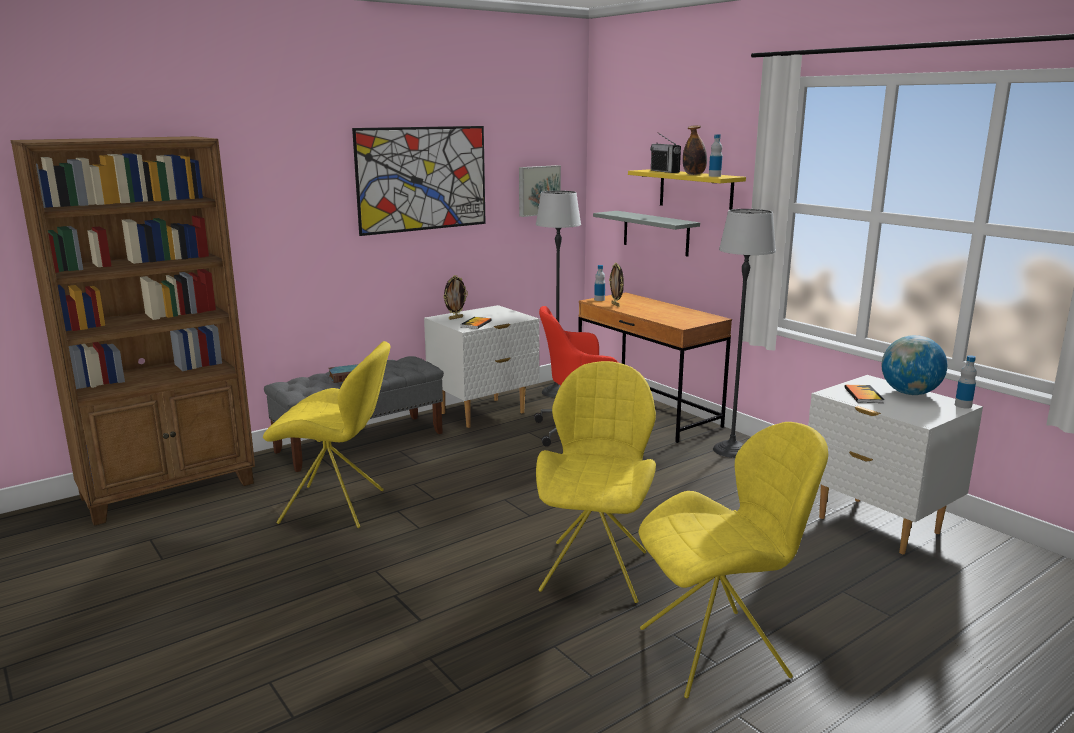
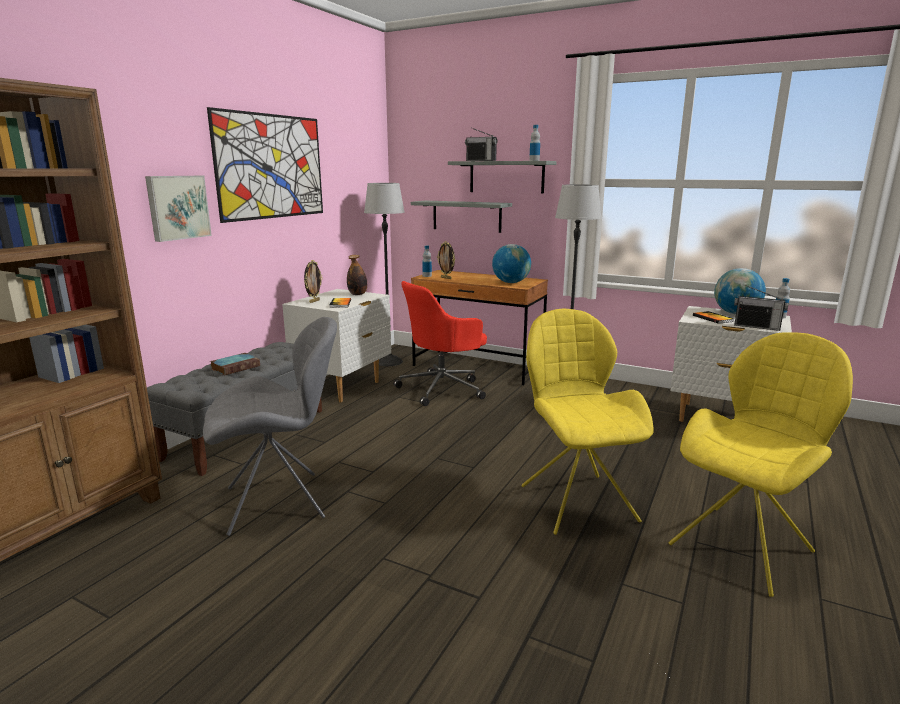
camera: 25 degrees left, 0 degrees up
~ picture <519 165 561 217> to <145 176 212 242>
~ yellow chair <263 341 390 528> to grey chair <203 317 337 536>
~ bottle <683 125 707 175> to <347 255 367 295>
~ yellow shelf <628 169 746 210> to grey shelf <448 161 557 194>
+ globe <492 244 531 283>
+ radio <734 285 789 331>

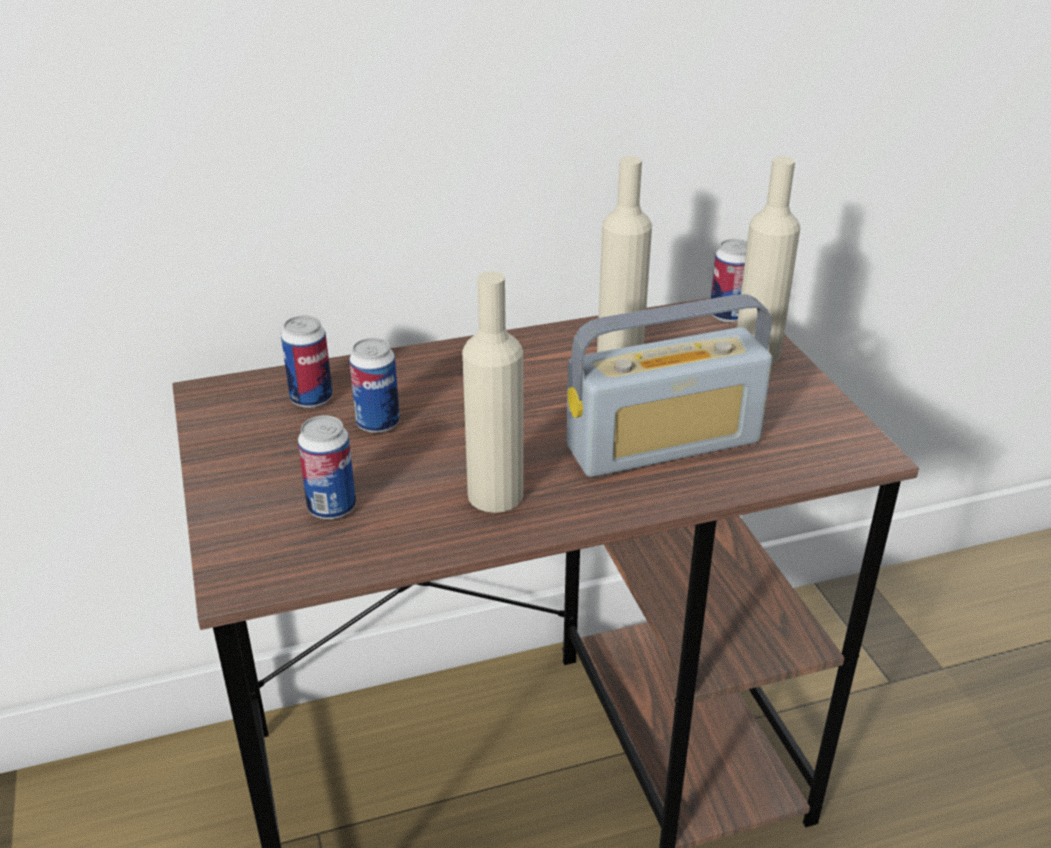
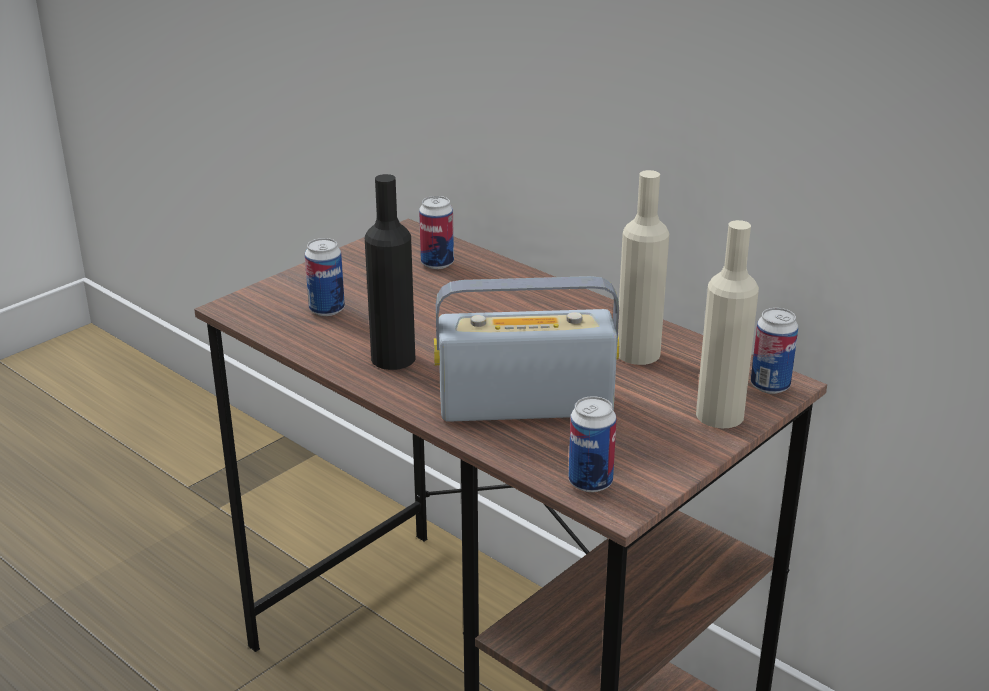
camera: 60 degrees right, 5 degrees down
~ beige bottle <462 271 523 513> to black bottle <365 174 415 370>
~ radio <566 294 772 477> = <434 276 619 422> 135 degrees clockwise
~ can <349 338 400 433> to <569 396 617 492>

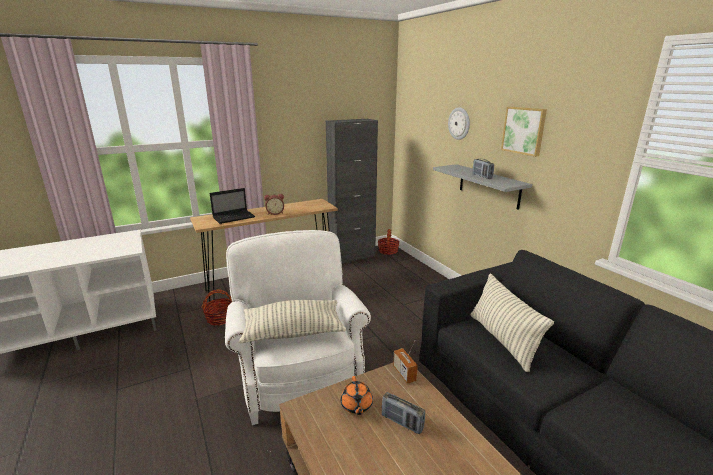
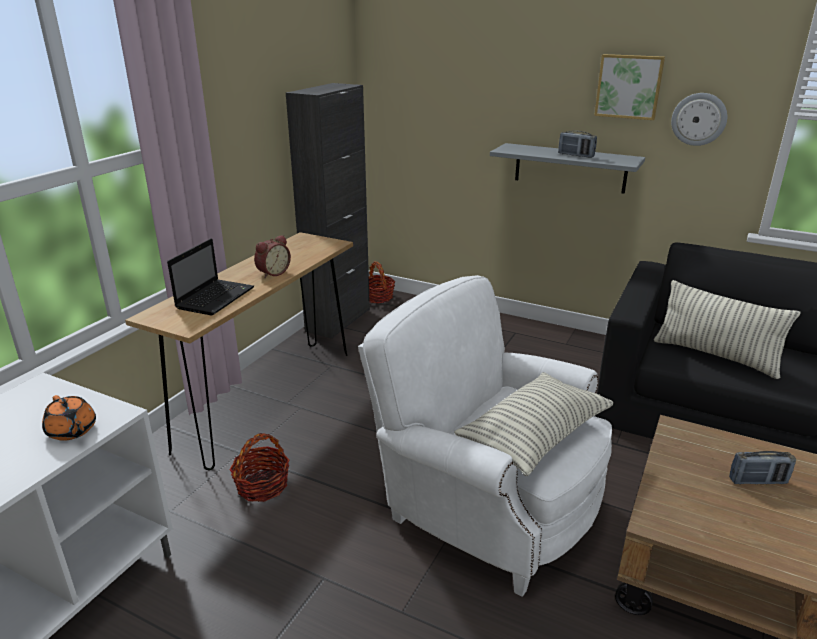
camera: 35 degrees left, 5 degrees up
~ orange teapot <341 376 373 415> to <42 395 96 441>
~ wall clock <448 107 470 140> to <671 93 727 146>
- radio <393 341 418 384>

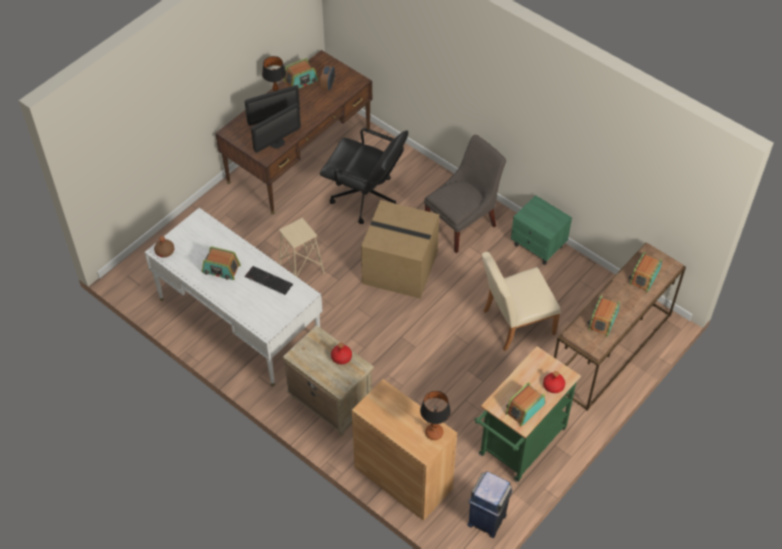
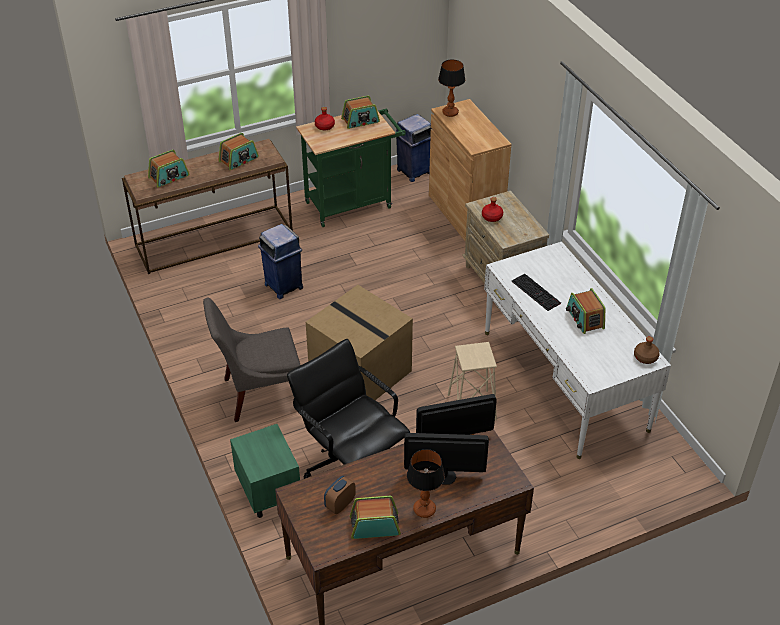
camera: 155 degrees left, 10 degrees down
~ green nightstand <511 195 572 265> to <230 424 300 518>
~ beige chair <482 252 561 351> to blue trash can <258 224 303 299>
~ radio <202 246 241 280> = <566 288 605 334> 150 degrees counterclockwise

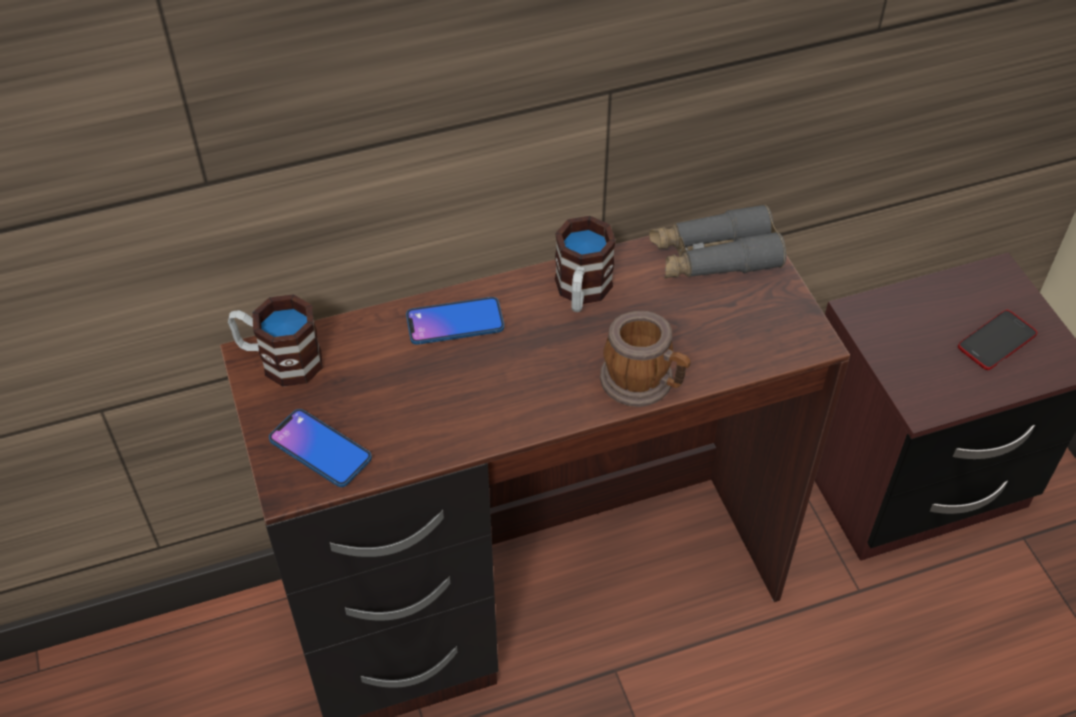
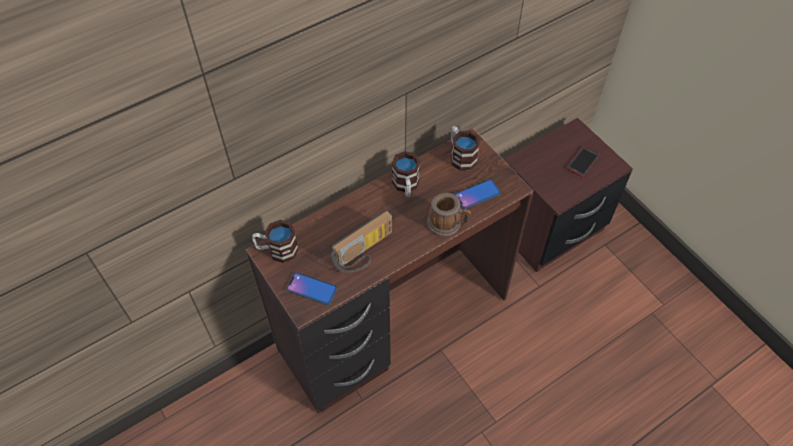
camera: 15 degrees left, 5 degrees up
+ radio <331 211 392 273>
~ grey binoculars <649 204 786 278> to mug <451 126 480 171>
~ phone <406 297 504 345> to <454 179 501 209>

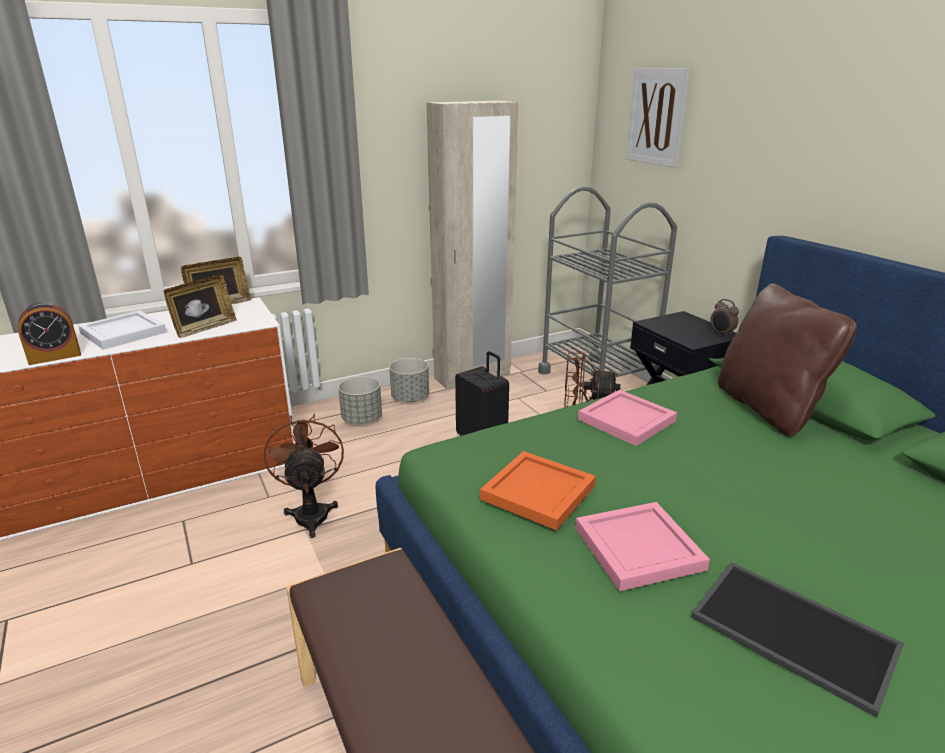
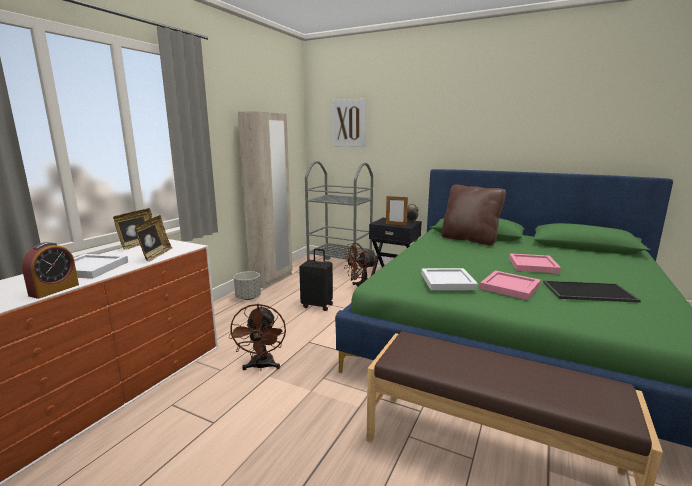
camera: 35 degrees left, 10 degrees down
~ brown fan <264 414 344 538> = <228 304 286 371> 135 degrees counterclockwise
+ picture frame <386 196 408 225>
~ orange tray <480 451 596 530> to white tray <421 268 478 290>
~ pink tray <578 390 677 446> to <509 253 561 273>
- grey planter <338 376 382 424>

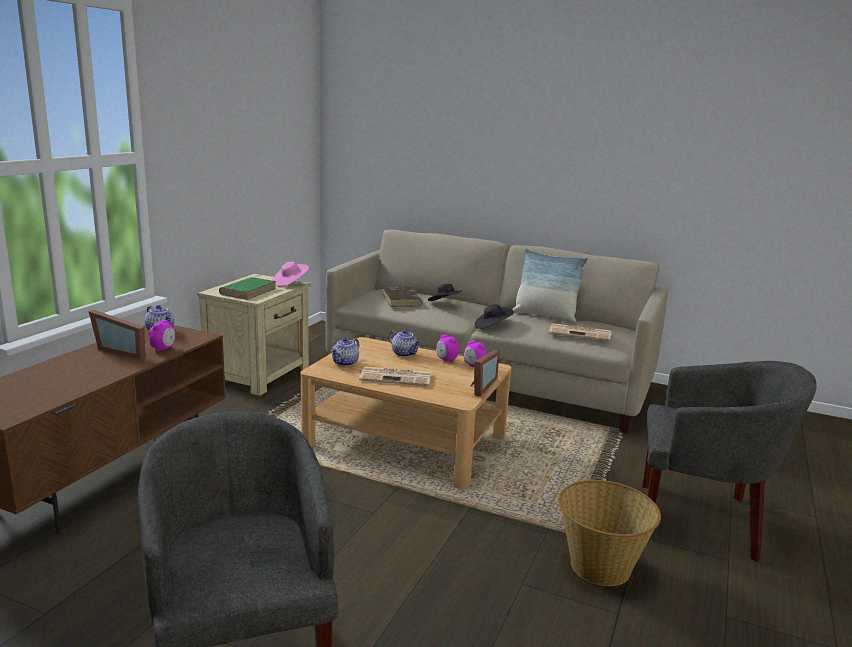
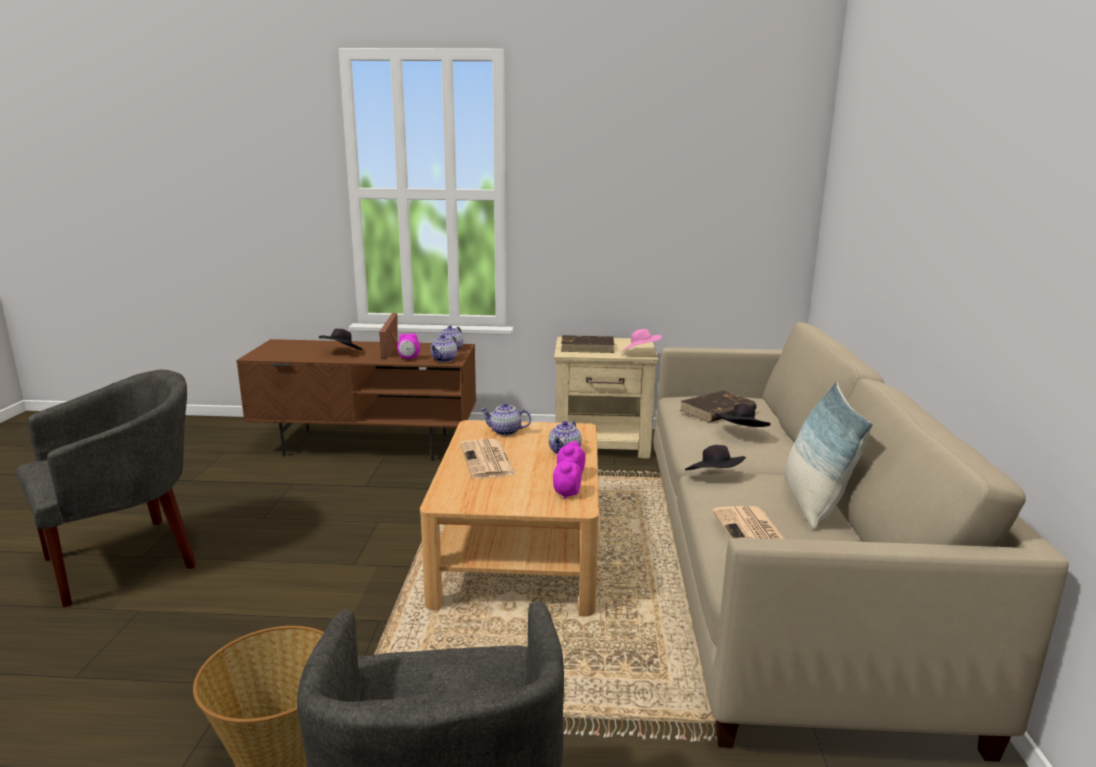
camera: 70 degrees right, 0 degrees up
+ black hat <318 329 363 350>
+ teapot <430 335 457 362>
~ green book <219 277 277 300> to brown book <561 335 614 353>
- picture frame <471 350 500 397>

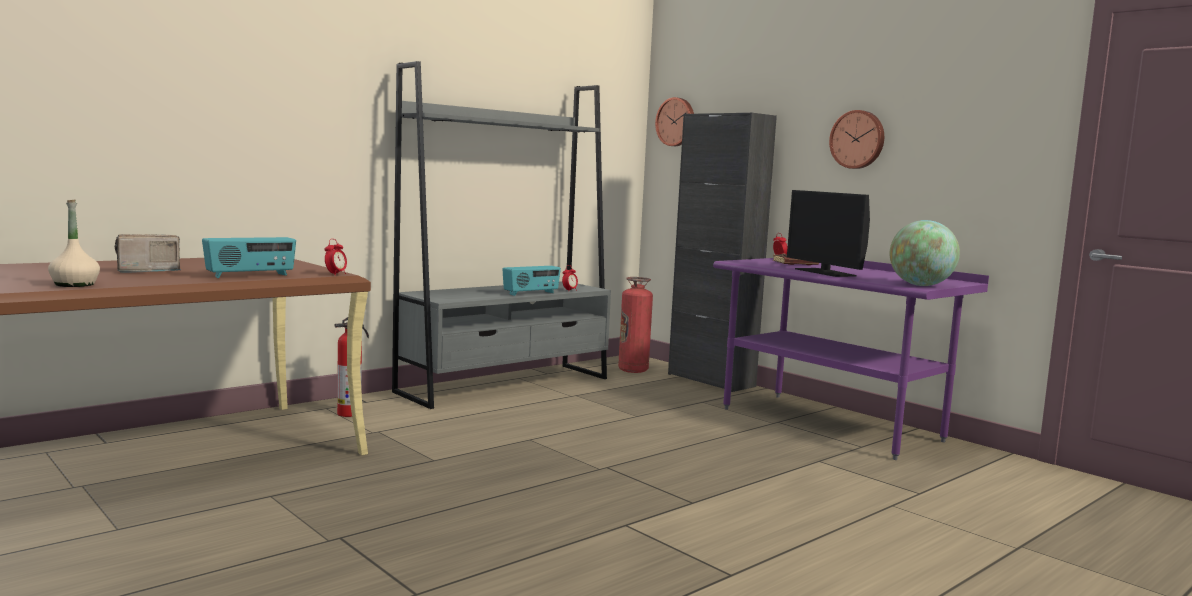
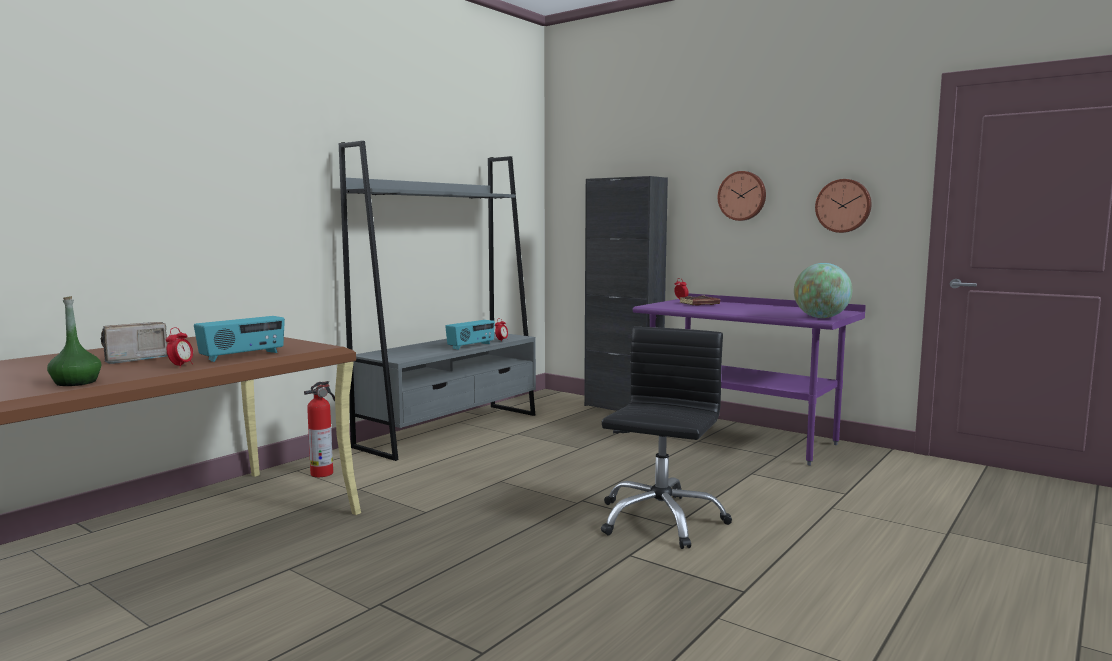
camera: 10 degrees left, 0 degrees up
~ beige bottle <48 199 100 287> to green bottle <47 296 101 386>
~ alarm clock <324 239 347 275> to <166 327 193 368>
+ black office chair <601 327 732 549>
~ wall clock <655 97 694 146> to <815 179 872 233>
- fire extinguisher <618 277 653 373>
- monitor <787 190 870 277>

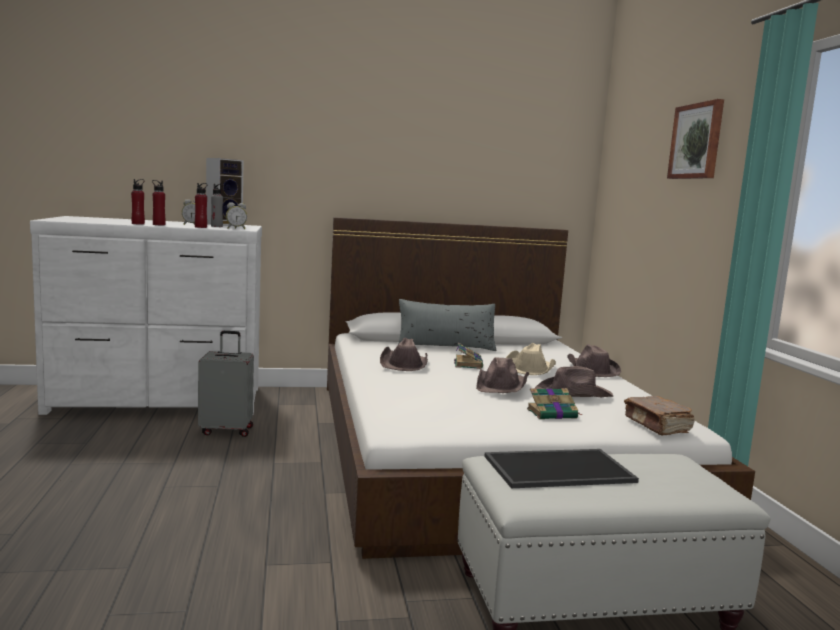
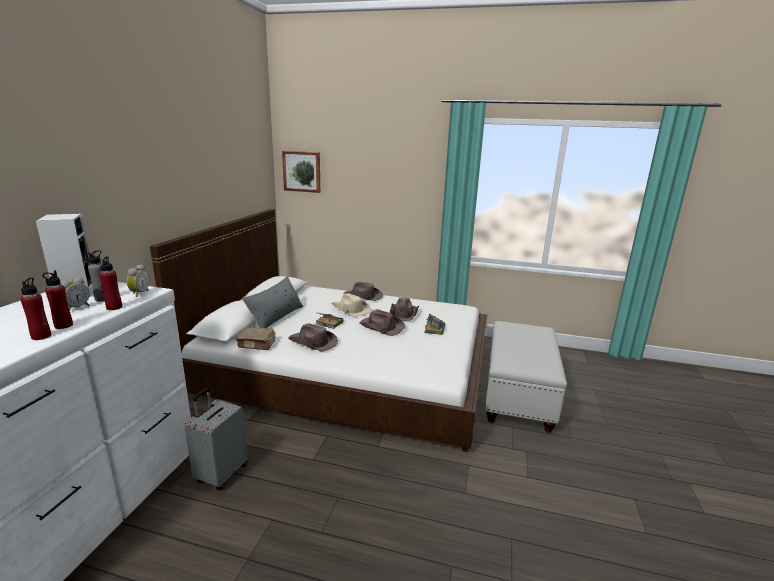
camera: 65 degrees left, 10 degrees up
~ brown book <624 396 695 436> to <236 327 276 350>
~ picture <667 99 724 179> to <282 151 320 193>
- tray <484 449 639 488>

